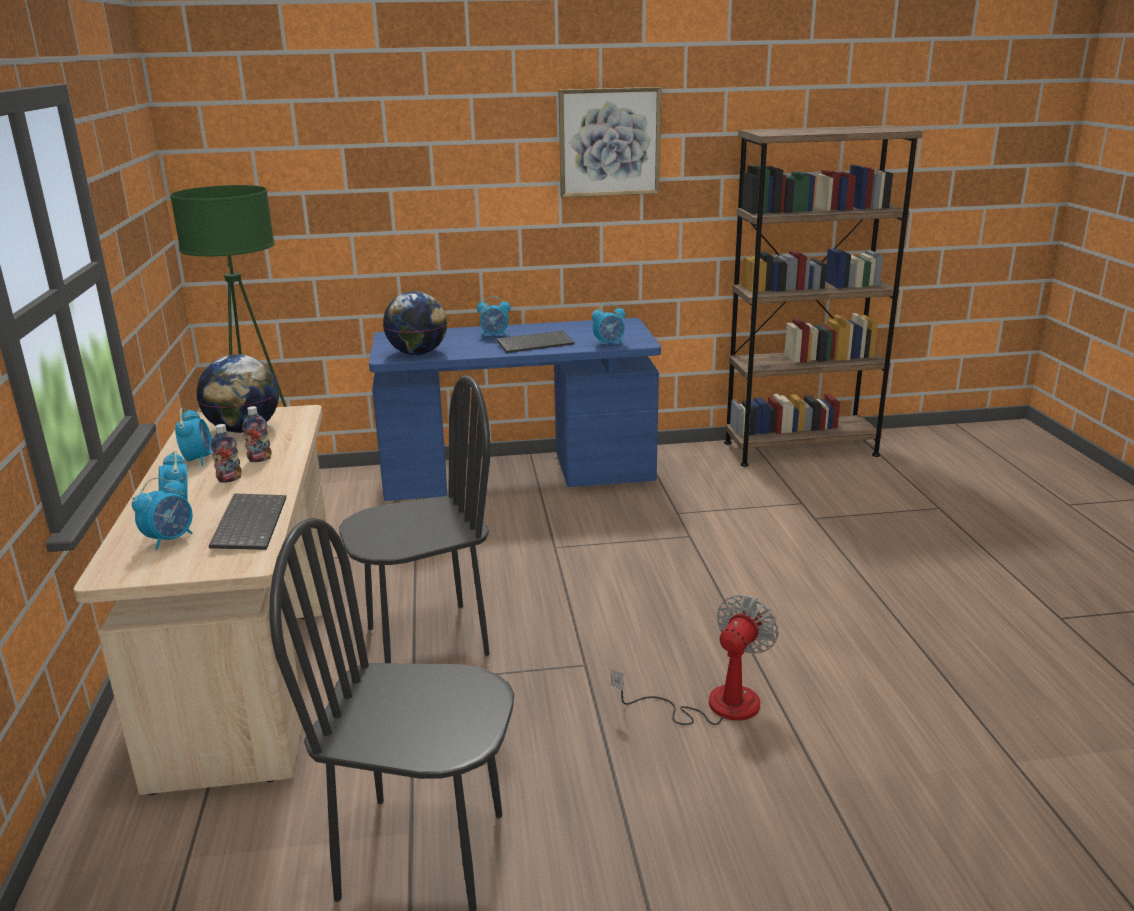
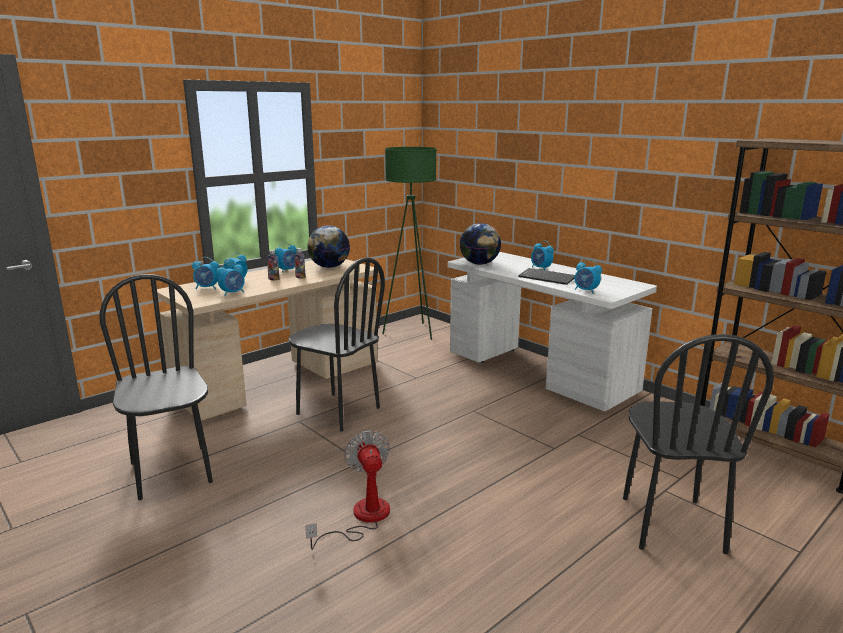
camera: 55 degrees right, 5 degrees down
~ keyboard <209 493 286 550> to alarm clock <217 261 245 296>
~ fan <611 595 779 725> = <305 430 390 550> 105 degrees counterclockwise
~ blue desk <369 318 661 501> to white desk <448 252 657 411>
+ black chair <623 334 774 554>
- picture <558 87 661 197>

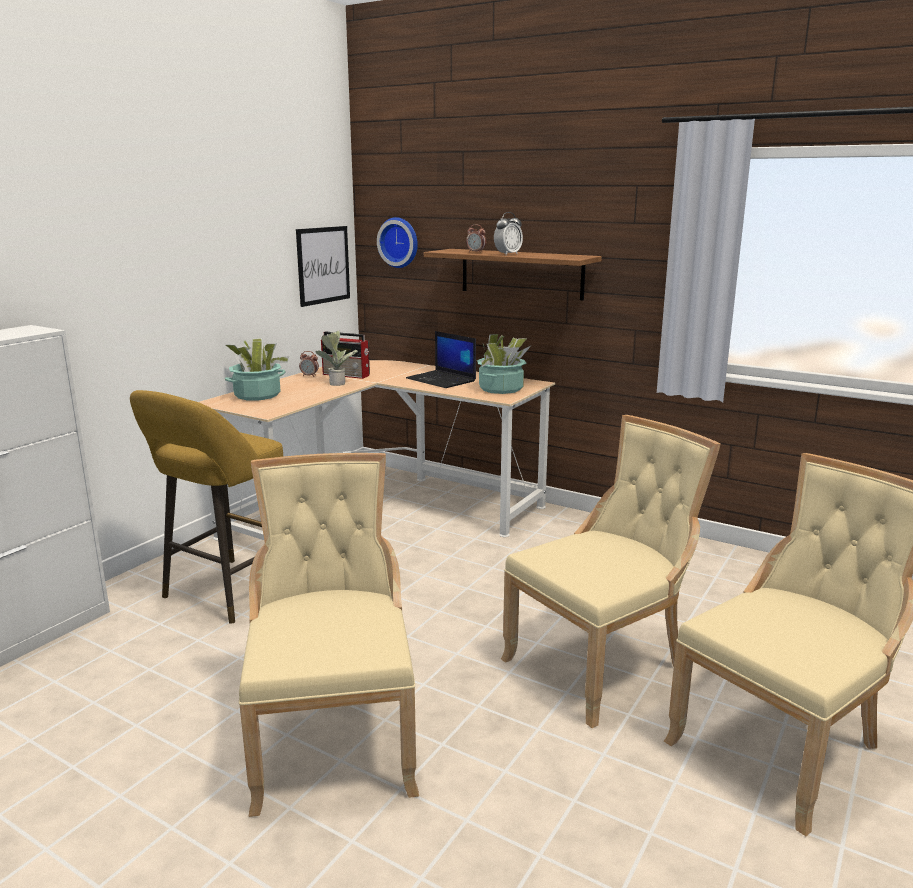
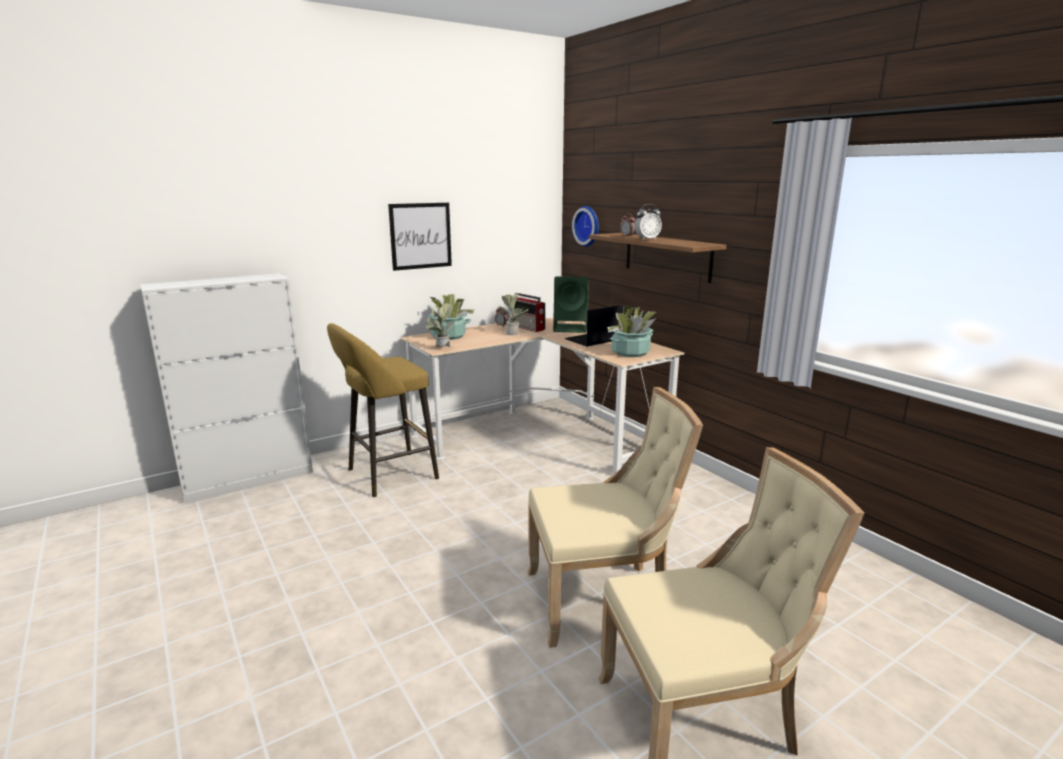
camera: 25 degrees right, 0 degrees up
~ picture <296 226 350 307> to <388 203 452 271>
+ potted plant <426 303 455 347>
+ green speaker <553 277 589 333>
~ laptop <406 331 476 388> = <565 305 624 346> 75 degrees clockwise
- beige chair <239 453 419 817>

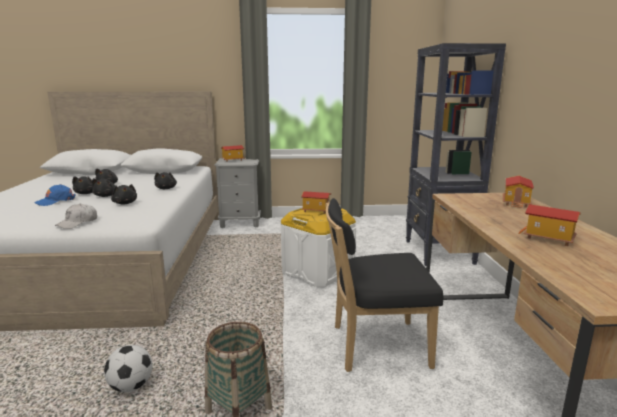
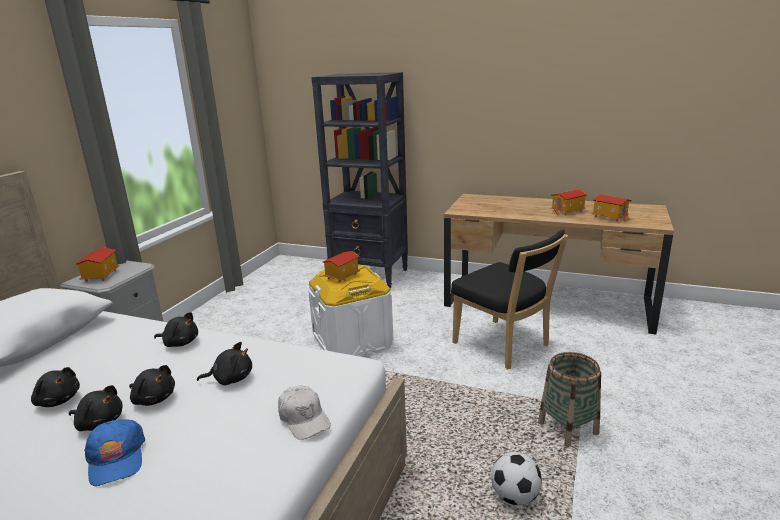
camera: 65 degrees left, 5 degrees up
~ black chair <325 198 443 372> = <451 230 568 370> 60 degrees counterclockwise
~ toy house <503 176 534 208> to <591 194 632 222>

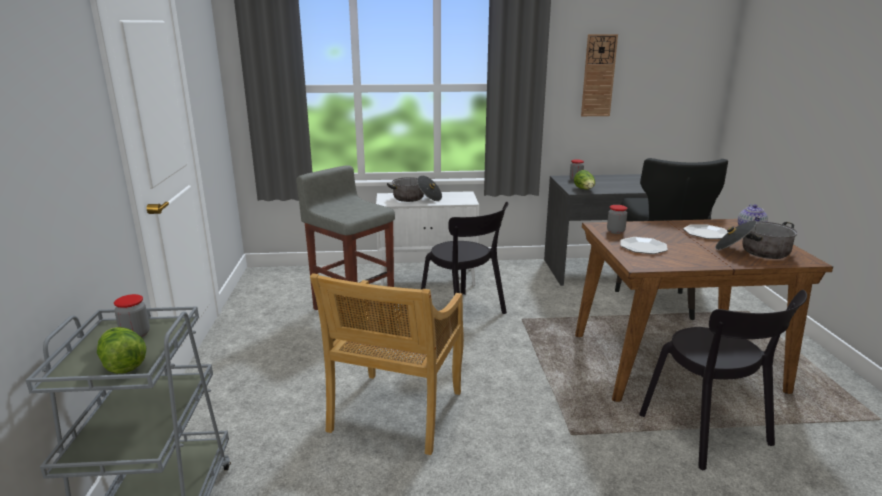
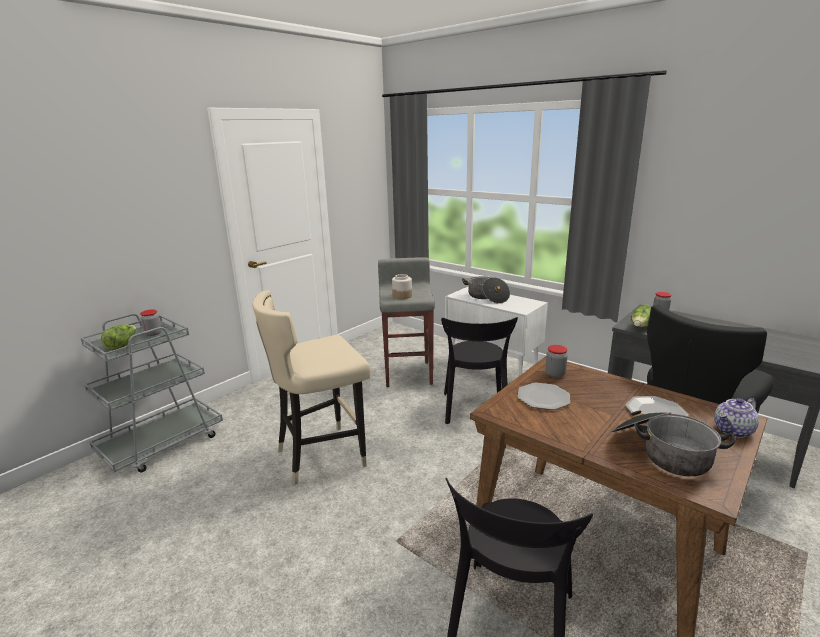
camera: 45 degrees right, 0 degrees up
~ beige chair <310 273 464 455> to beige stool <252 290 371 485>
+ jar <392 274 412 299>
- wall clock <581 34 618 116>

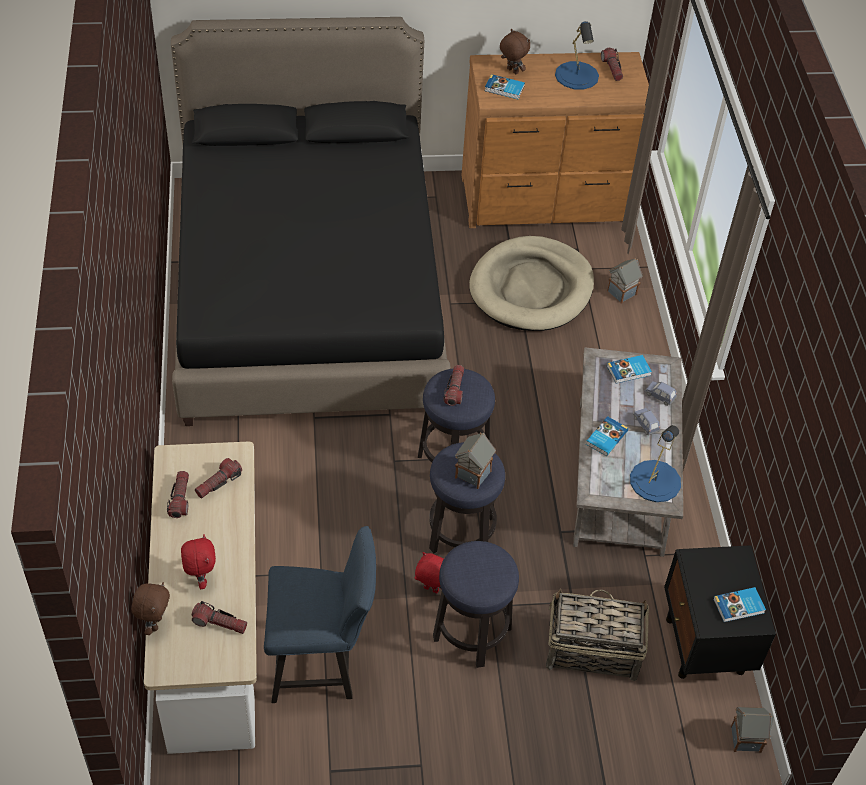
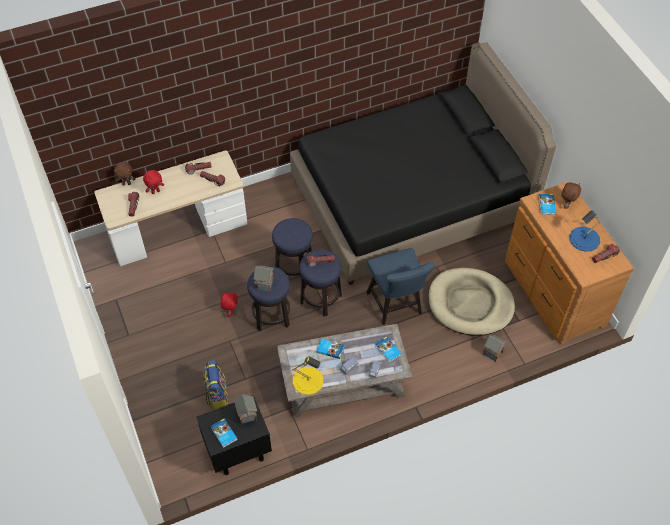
camera: 75 degrees right, 5 degrees up
~ basket <546 589 649 681> to backpack <203 360 228 409>
~ toy house <731 707 774 753> to <234 393 257 425>
~ stool <433 541 519 668> to <272 218 313 279>
~ blue table lamp <630 425 681 502> to yellow table lamp <292 356 323 395>
~ blue chair <264 526 376 703> to <366 248 435 325>

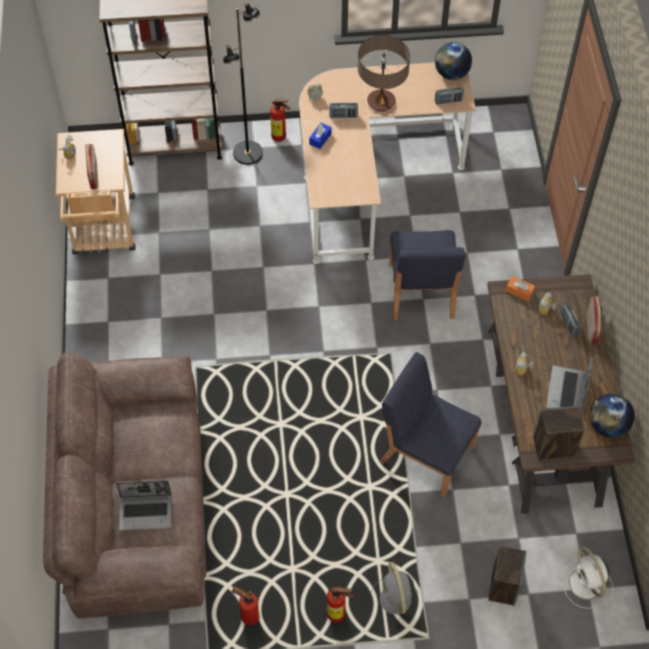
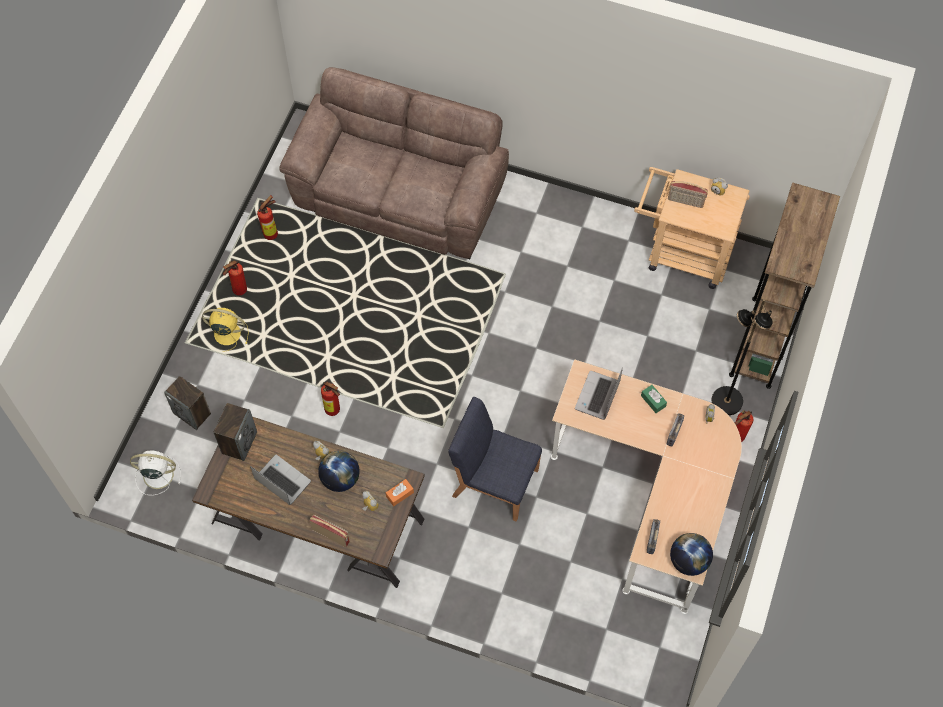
camera: 115 degrees right, 5 degrees up
~ grey fan <372 562 419 615> to yellow fan <202 308 249 351>
~ globe <590 394 635 438> to <318 451 360 492>
~ blue chair <380 352 481 497> to fire extinguisher <321 381 340 416>
~ laptop <116 480 172 530> to <575 368 623 420>
~ blue tissue box <309 123 332 149> to green tissue box <641 385 667 413>
- table lamp <358 35 410 112>
- radio <560 302 581 337>

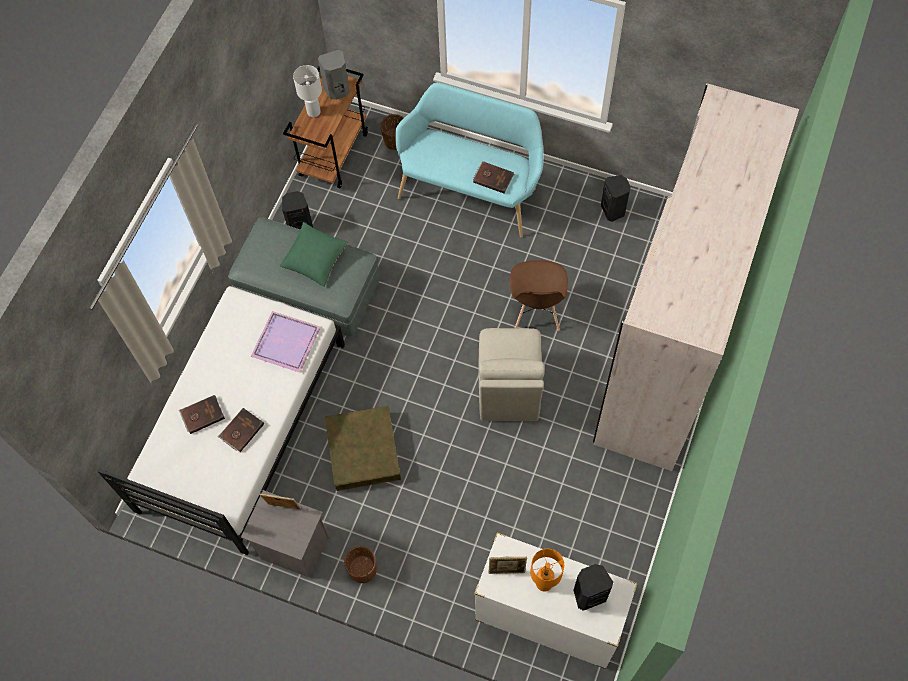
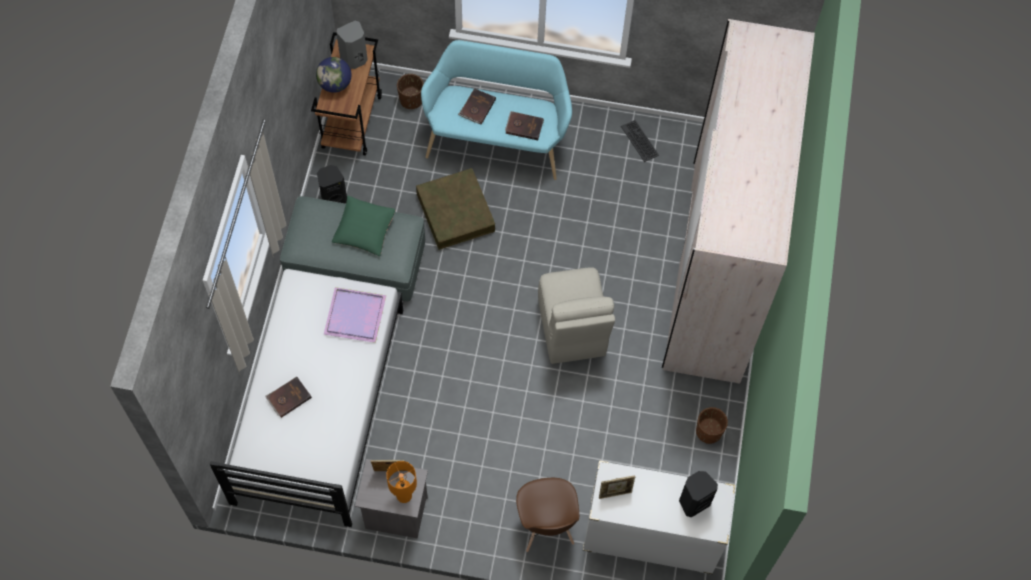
camera: 15 degrees left, 0 degrees up
~ white table lamp <293 65 322 117> to globe <316 57 352 93>
~ orange table lamp <530 549 564 592> to <386 461 417 503>
~ brown storage box <325 406 401 491> to <416 168 495 250>
~ brown book <218 408 264 452> to <458 88 496 125>
~ brown chair <510 260 568 331> to <516 478 579 552>
~ black speaker <601 175 631 222> to keyboard <621 120 659 162>
~ brown planter <344 546 377 583> to <696 407 728 444>

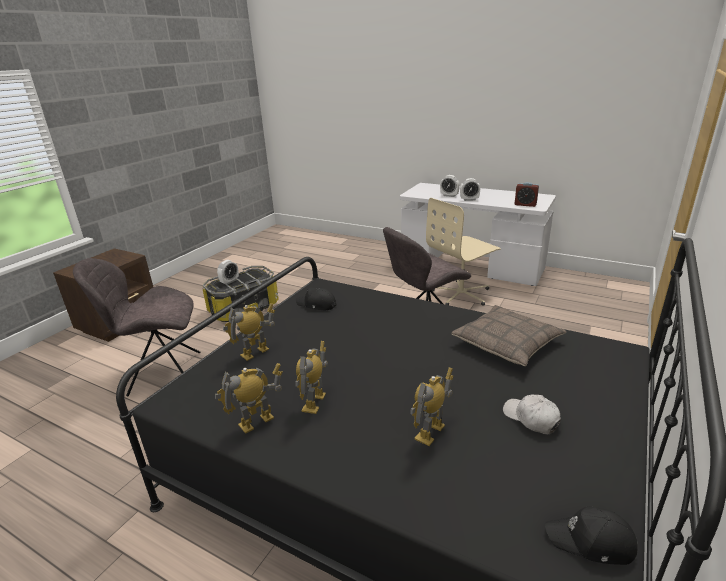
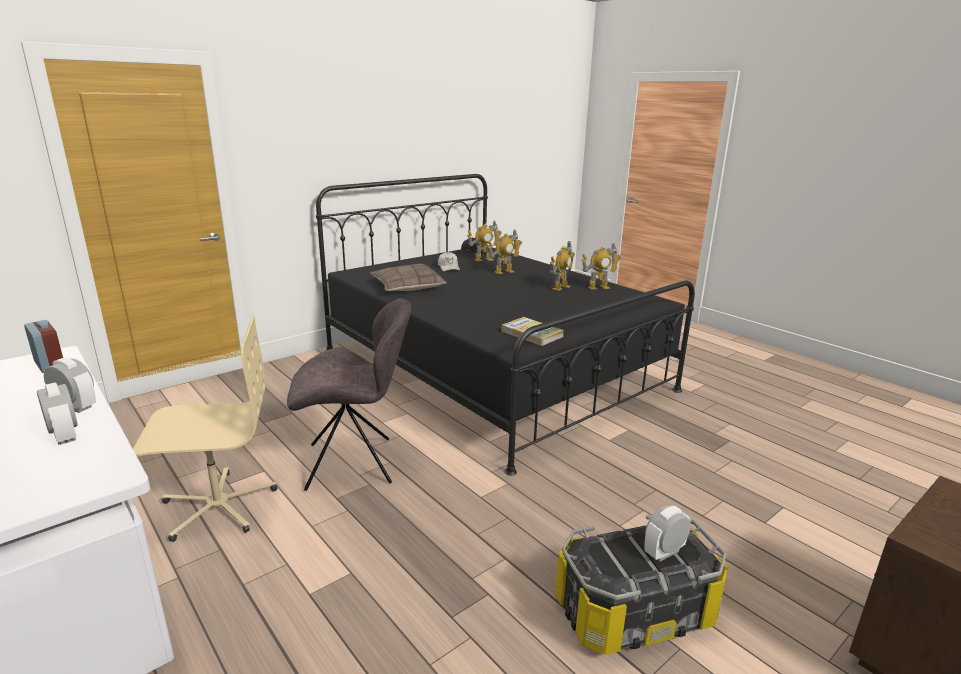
camera: 160 degrees left, 5 degrees down
~ toy robot <223 303 275 361> to <467 220 502 261>
~ black cap <296 287 337 310> to book <501 317 564 346>
- grey chair <73 258 200 396>

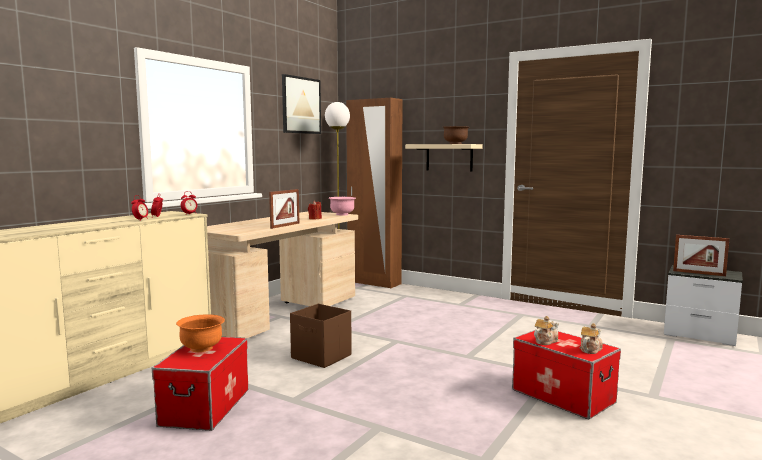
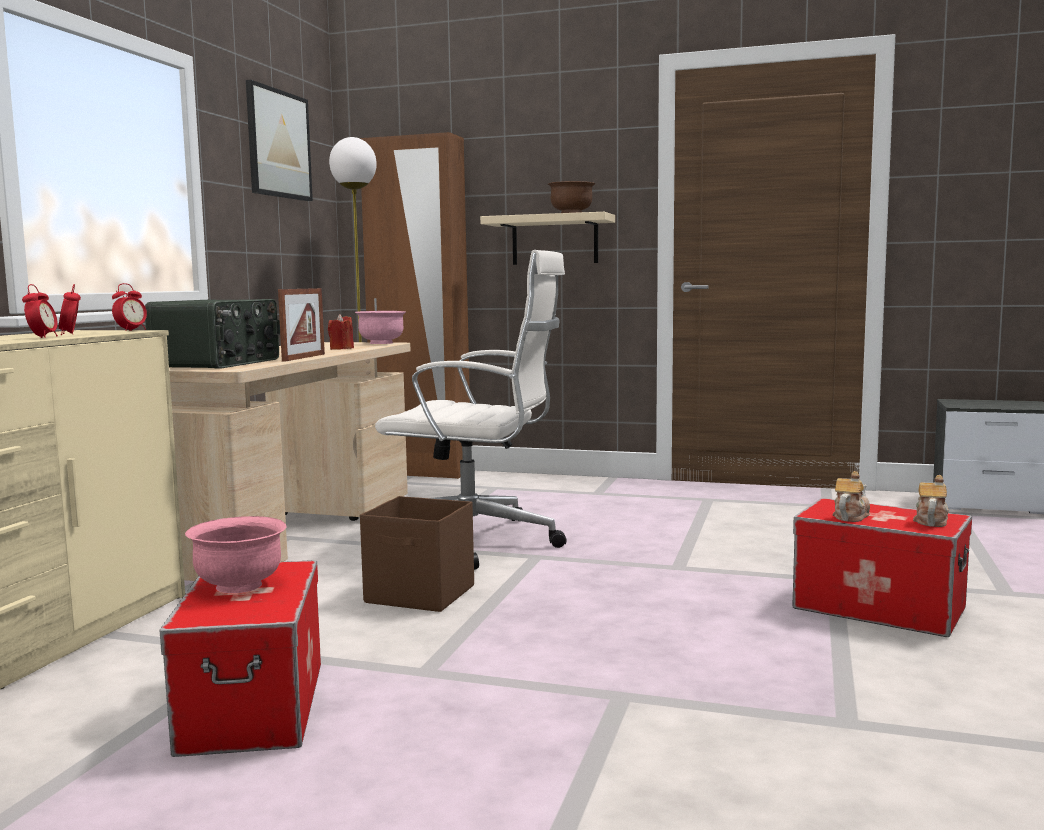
camera: 15 degrees left, 0 degrees up
+ radio <145 299 280 368>
~ orange bowl <176 314 225 352> to pink bowl <185 516 286 593>
+ white office chair <375 250 567 570>
- picture frame <673 235 729 276>

